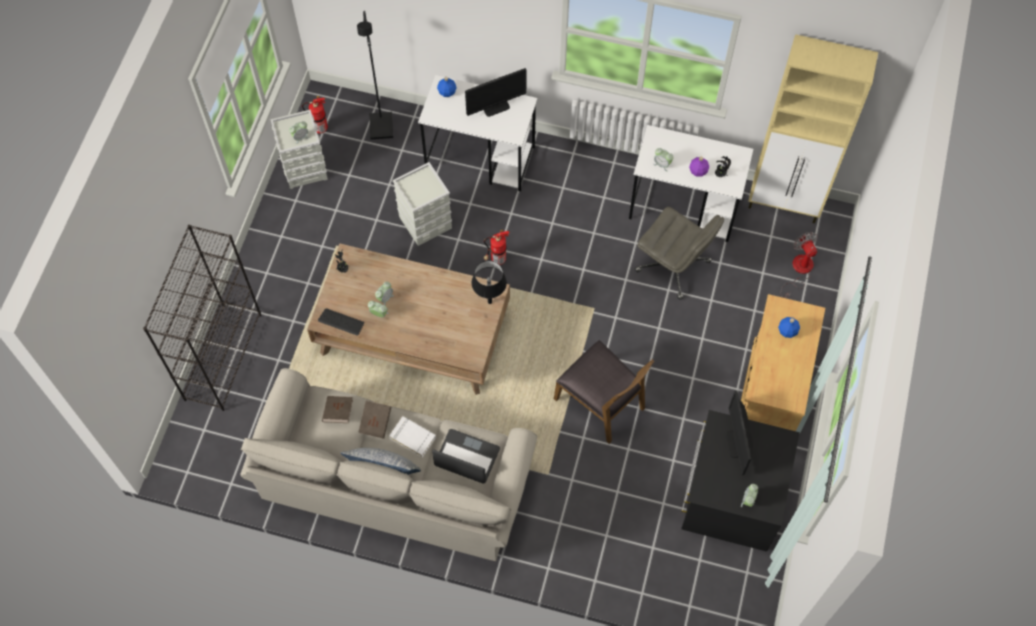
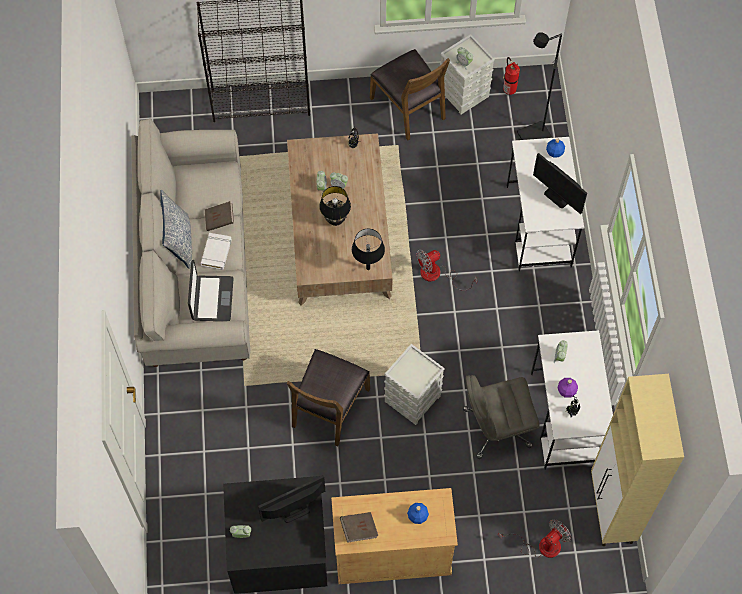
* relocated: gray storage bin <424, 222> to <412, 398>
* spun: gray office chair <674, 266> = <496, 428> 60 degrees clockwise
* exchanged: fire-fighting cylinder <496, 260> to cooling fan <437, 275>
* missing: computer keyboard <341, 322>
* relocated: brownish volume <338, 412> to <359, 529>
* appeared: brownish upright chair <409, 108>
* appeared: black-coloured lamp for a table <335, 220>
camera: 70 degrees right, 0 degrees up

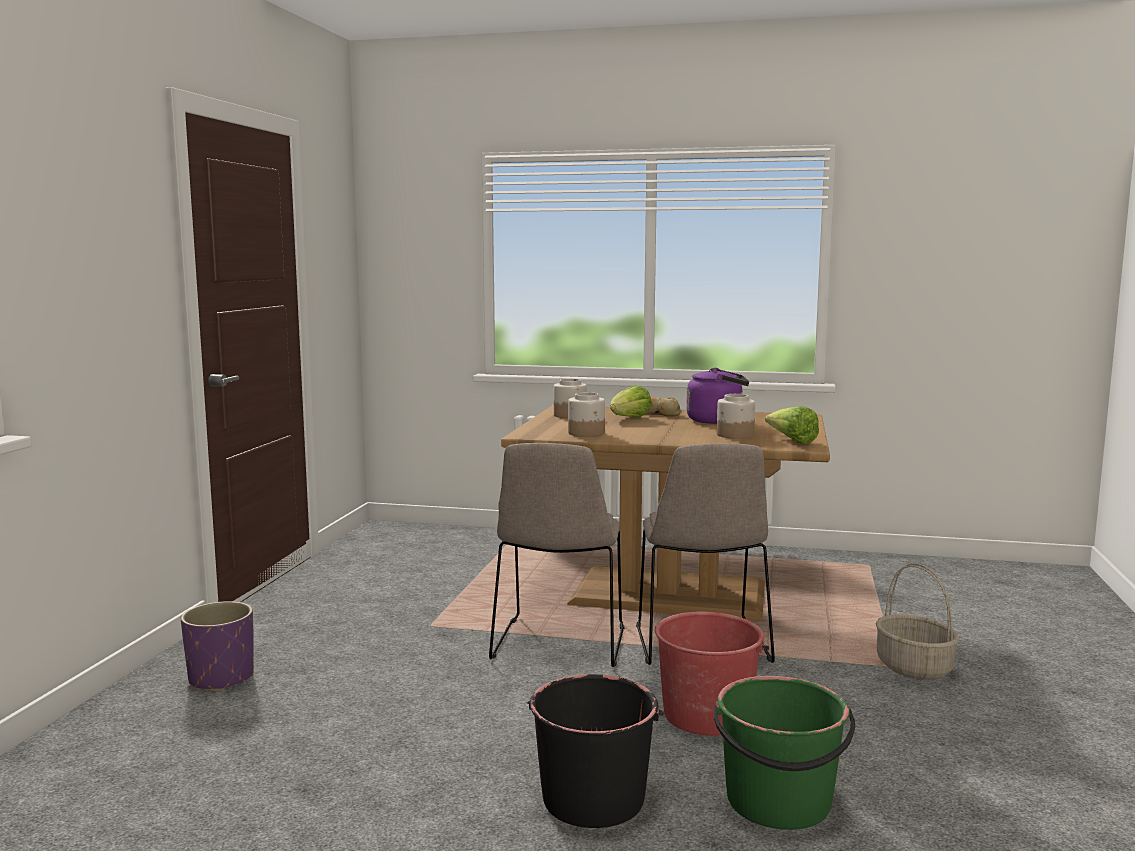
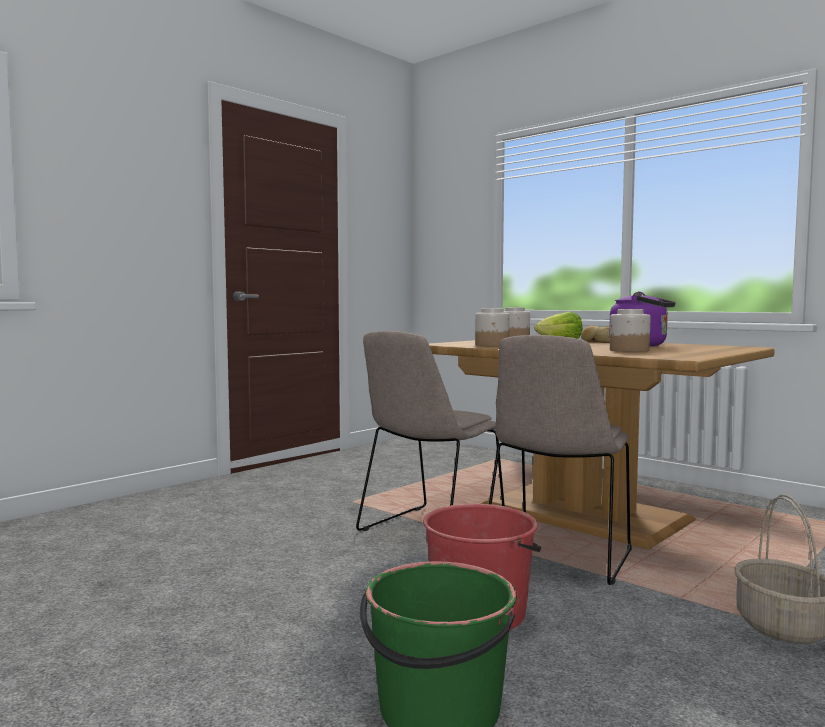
* missing: lettuce head <792, 441>
* missing: purple plant pot <221, 678>
* missing: black-coloured pail <593, 799>
camera: 30 degrees right, 5 degrees down

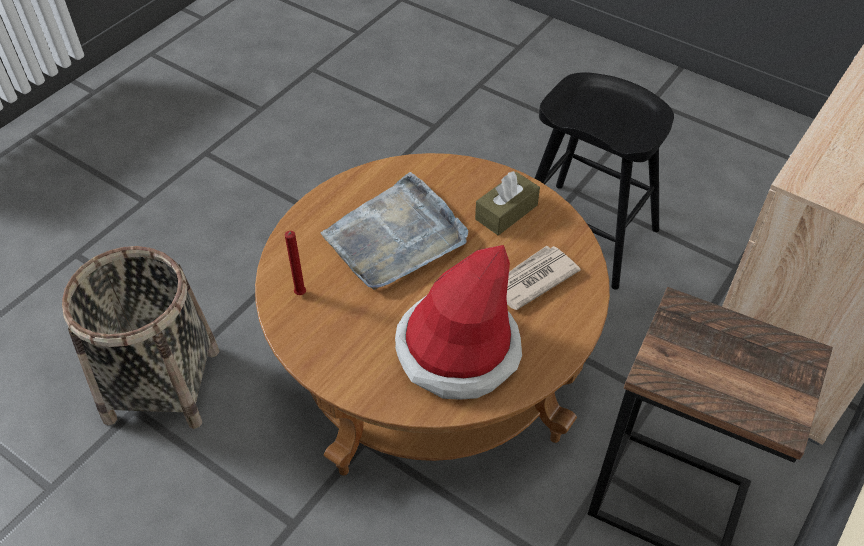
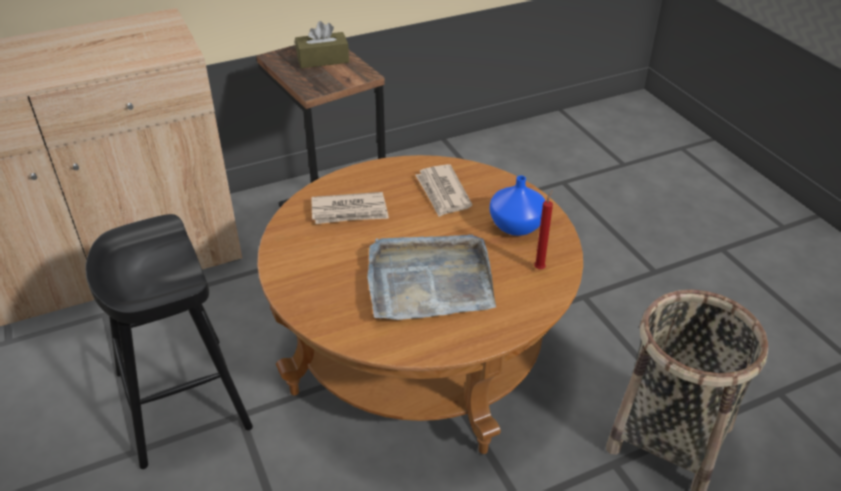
* relocated: brownish box of tissues <506, 212> to <323, 59>
* exchanged: wearable hat <458, 350> to printed paper <442, 193>
* appeared: blue-coloured decorative vase <516, 227>
camera: 150 degrees left, 10 degrees down

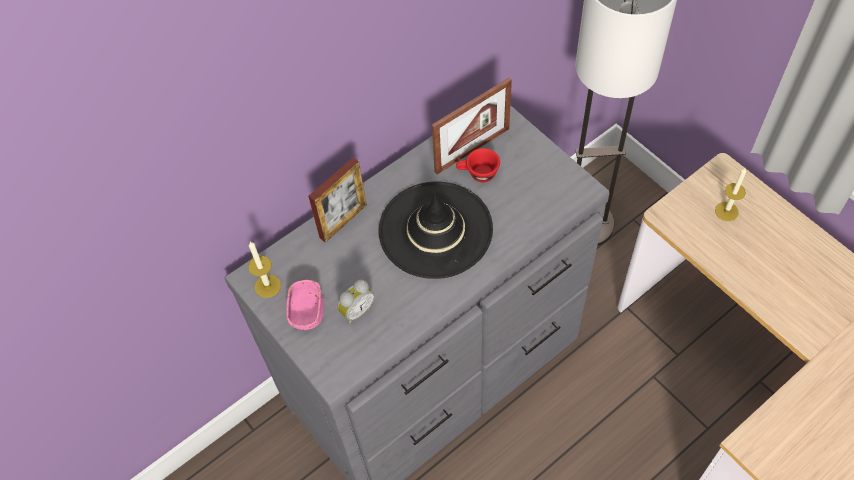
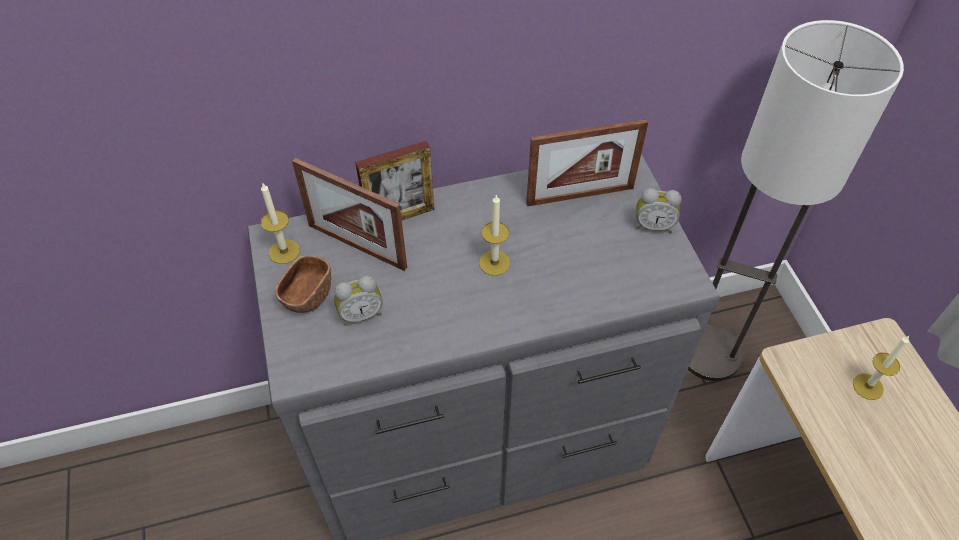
* missing: reddish cup <477, 174>
* exchanged: black-coloured wearable hat <435, 230> to wax light <494, 263>
* colour: pinkish deep dish <307, 313> to brownish deep dish <307, 295>
* appeared: standing frame <357, 246>
* appeared: alarm clock <653, 225>
camera: 20 degrees right, 5 degrees down

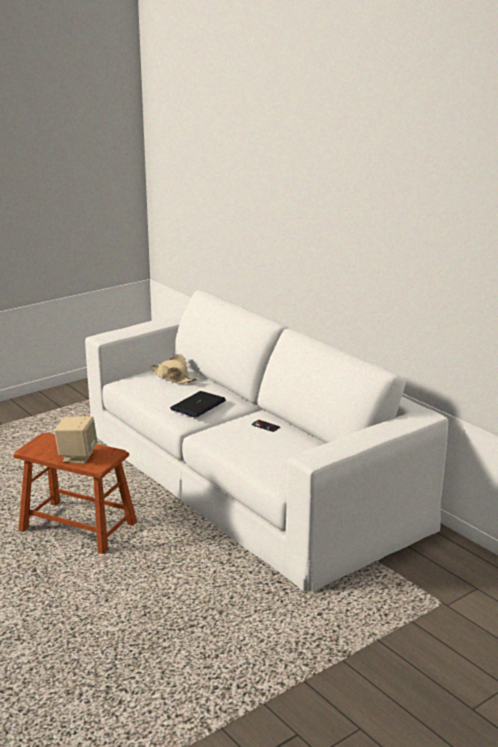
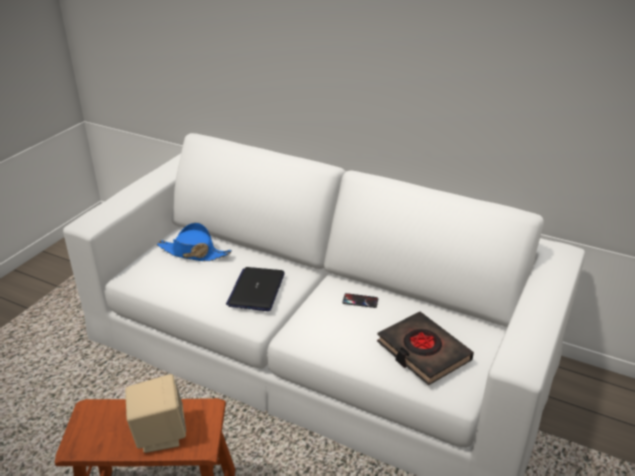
* colour: beige-coloured wearable hat <173, 377> to blue-coloured wearable hat <194, 253>
* appeared: black-coloured volume <423, 352>
camera: 25 degrees left, 10 degrees up

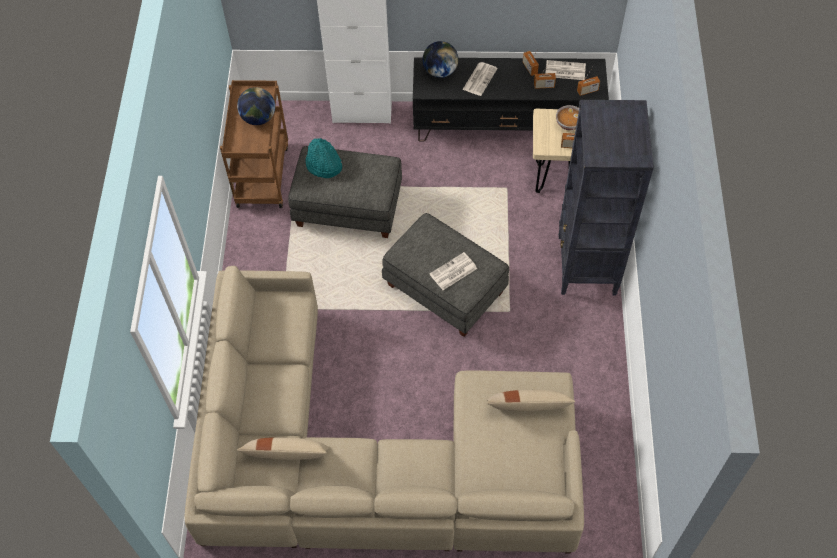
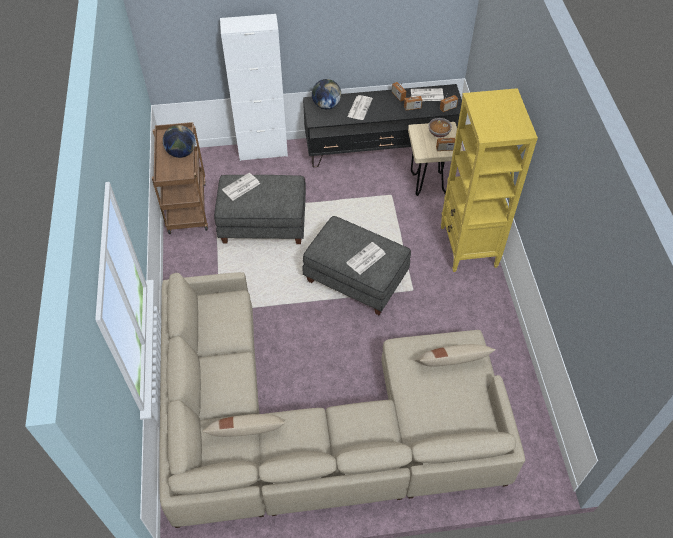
* colour: black-coloured shelving unit <586, 266> to yellowish shelving unit <468, 247>
* exchanged: turquoise wearable hat <323, 165> to printed paper <241, 187>
camera: 10 degrees left, 5 degrees down

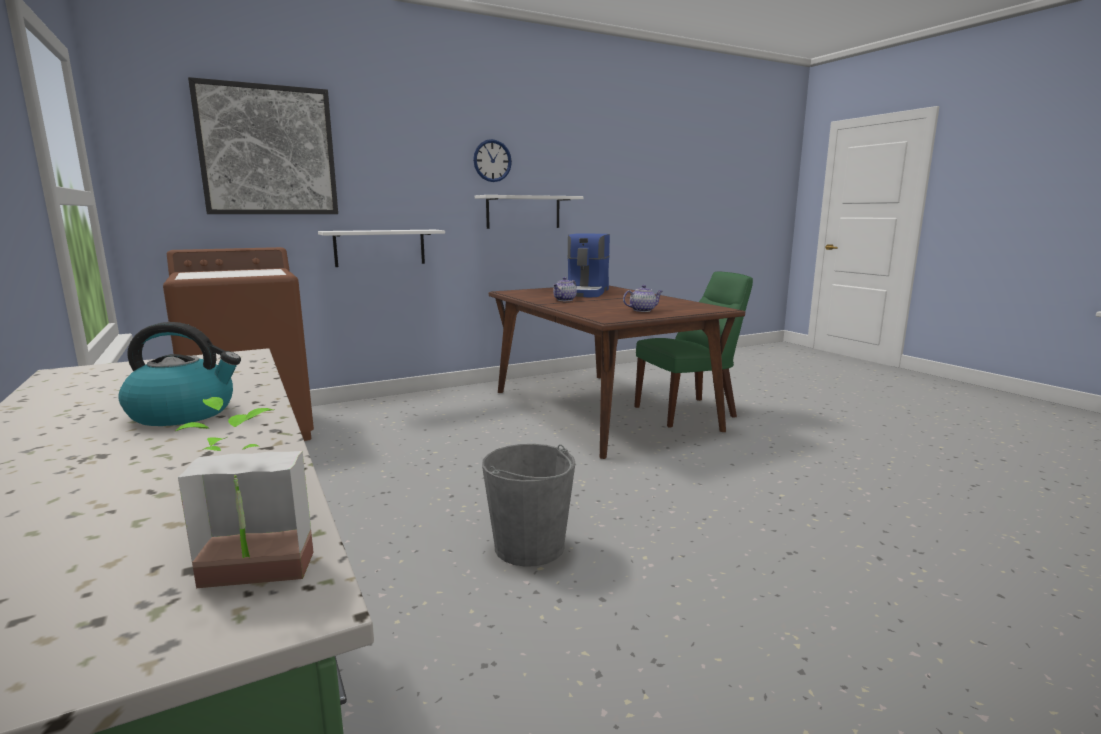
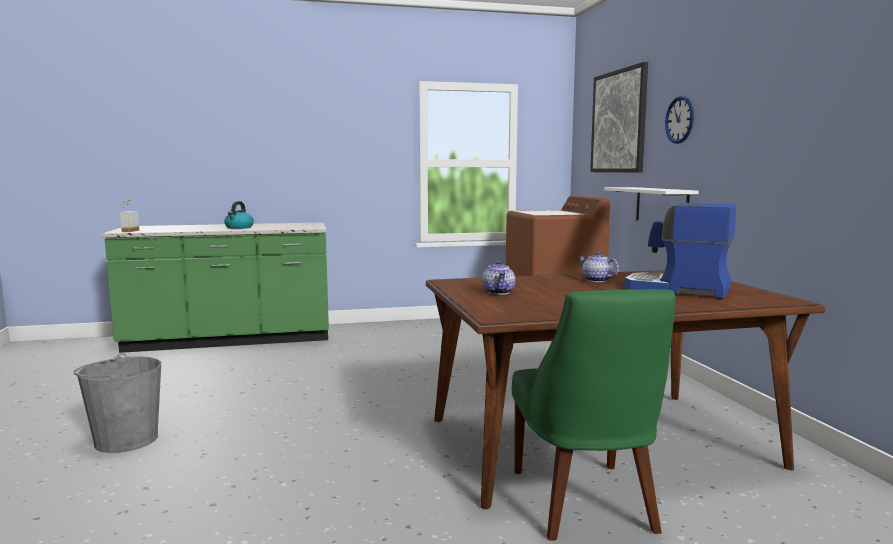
* relocated: hanging clock <492, 160> to <679, 120>
* missing: white shelf <523, 212>
* relocated: gray pail <529, 547> to <126, 440>
camera: 105 degrees right, 5 degrees down

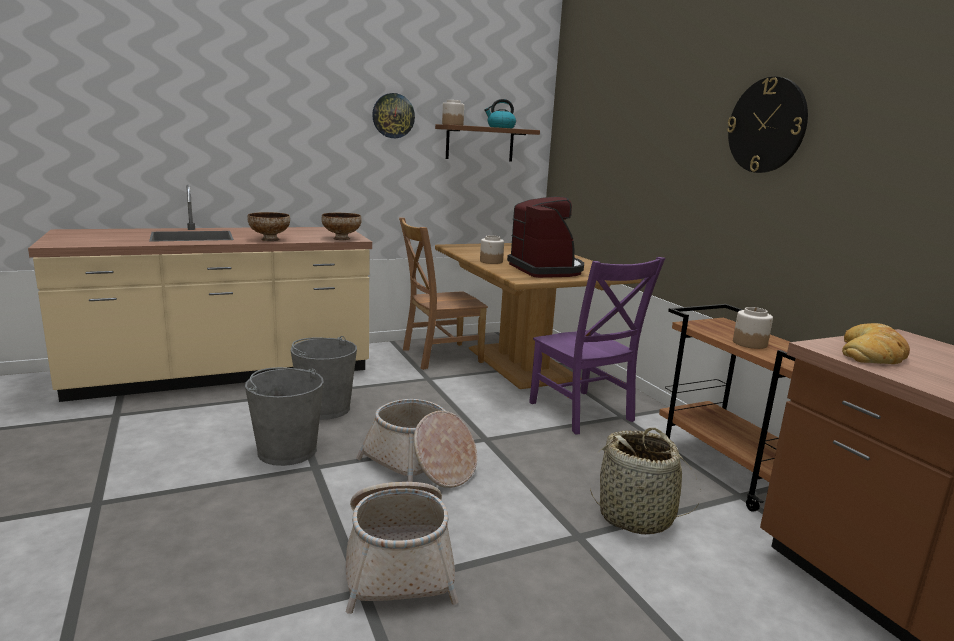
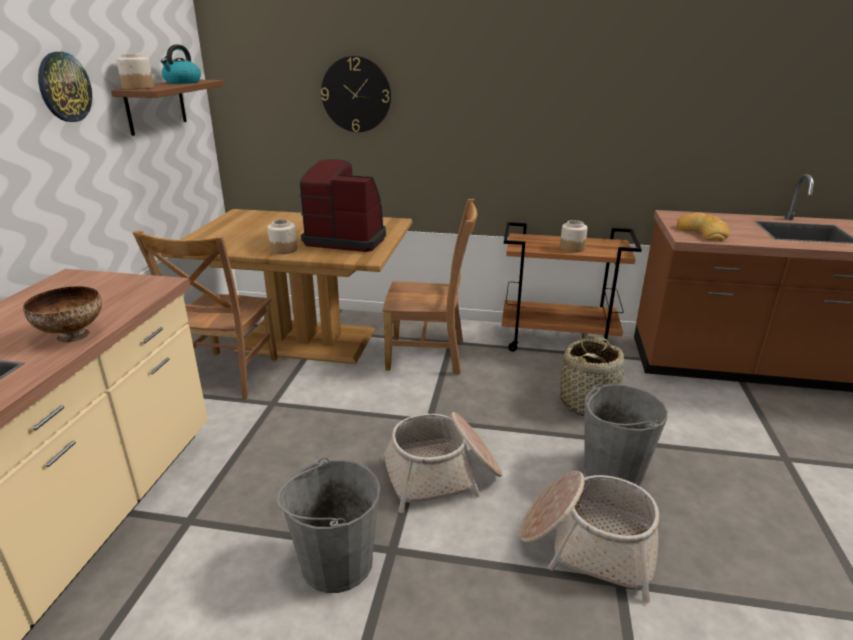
* relocated: hanging clock <767, 125> to <356, 94>
* missing: deep dish <342, 238>
* colour: purple upright chair <583, 413> to brownish upright chair <429, 355>
* relocated: gray pail <324, 408> to <613, 469>
camera: 55 degrees left, 10 degrees up

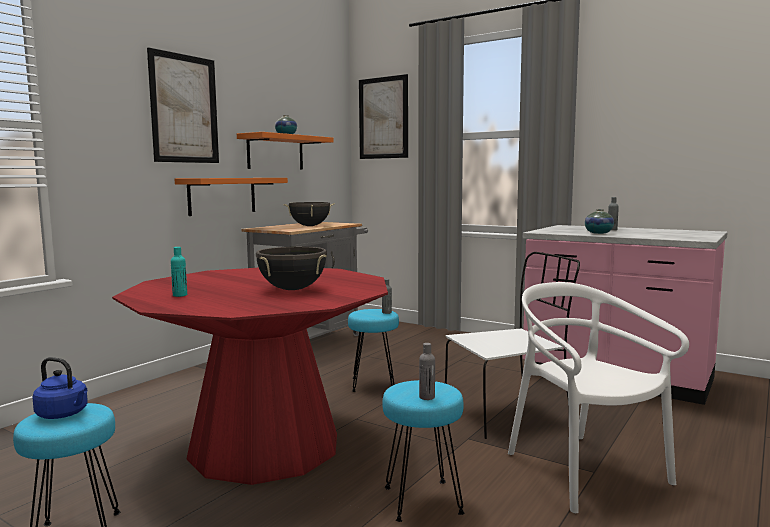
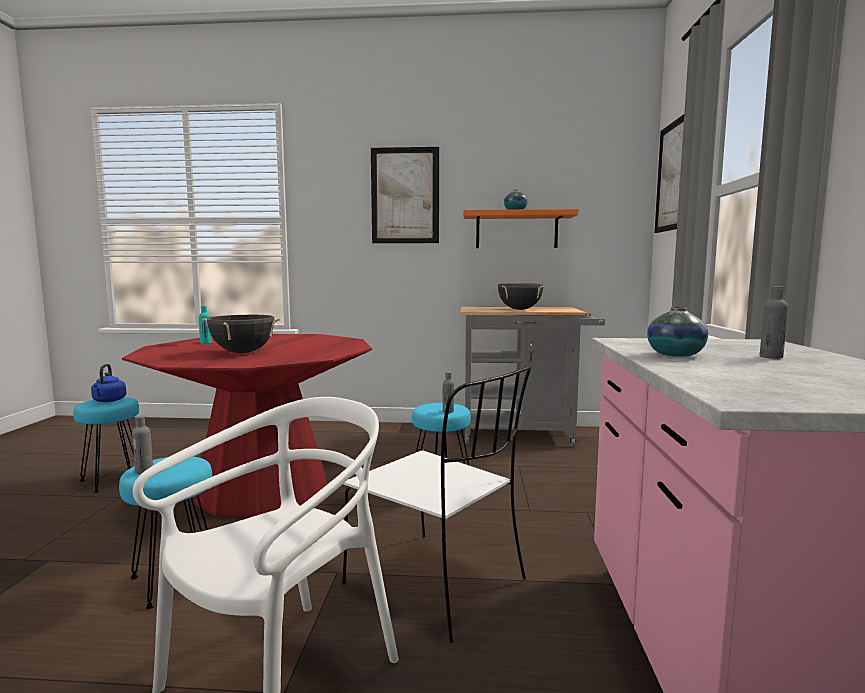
* missing: orange-coloured shelf <222, 196>
camera: 60 degrees right, 0 degrees up

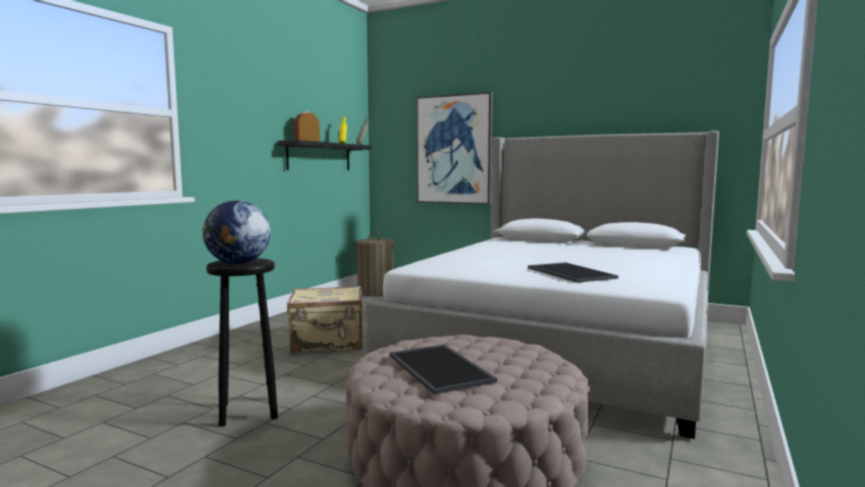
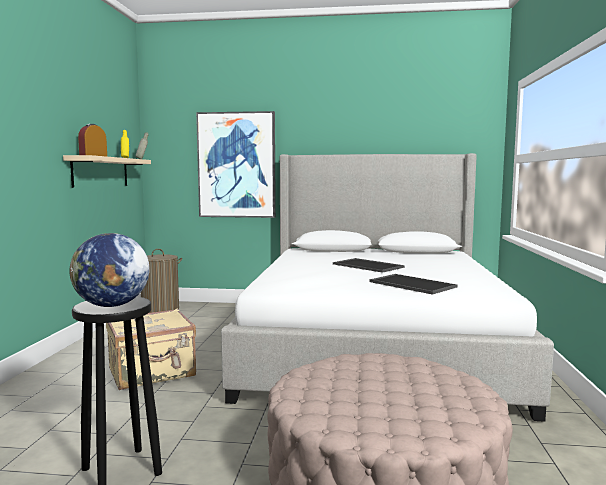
* colour: black-coloured shelf <319, 157> to beige-coloured shelf <101, 172>
* relocated: carrying tray <441, 368> to <369, 265>
camera: 20 degrees left, 0 degrees up

